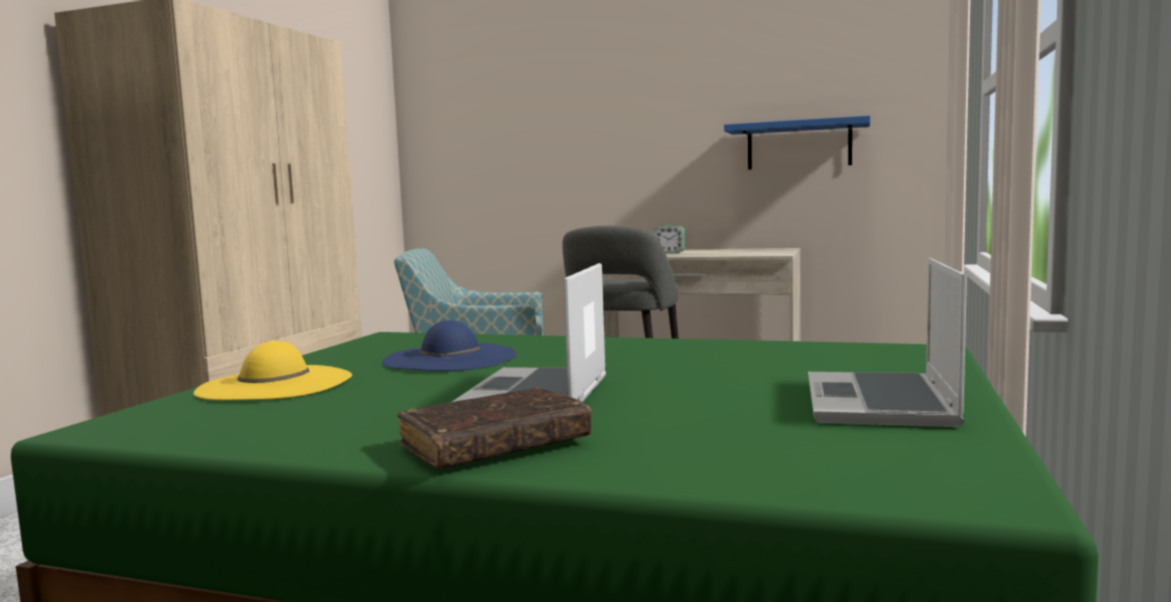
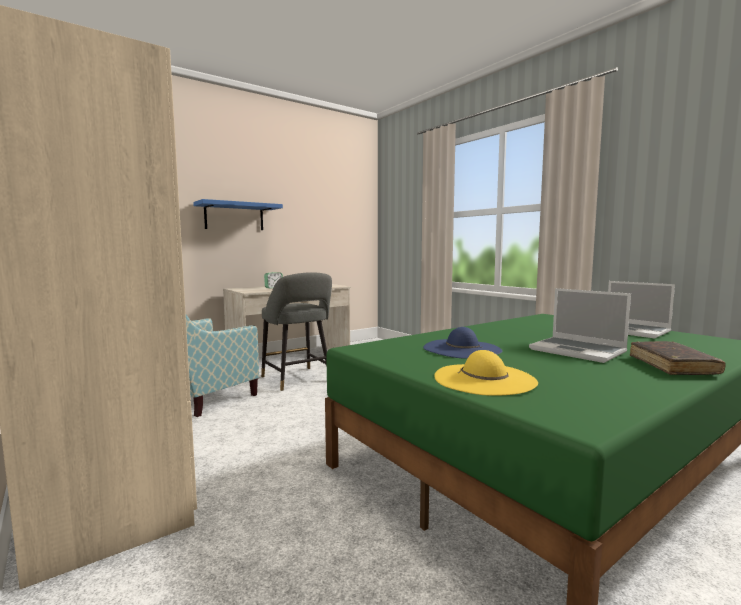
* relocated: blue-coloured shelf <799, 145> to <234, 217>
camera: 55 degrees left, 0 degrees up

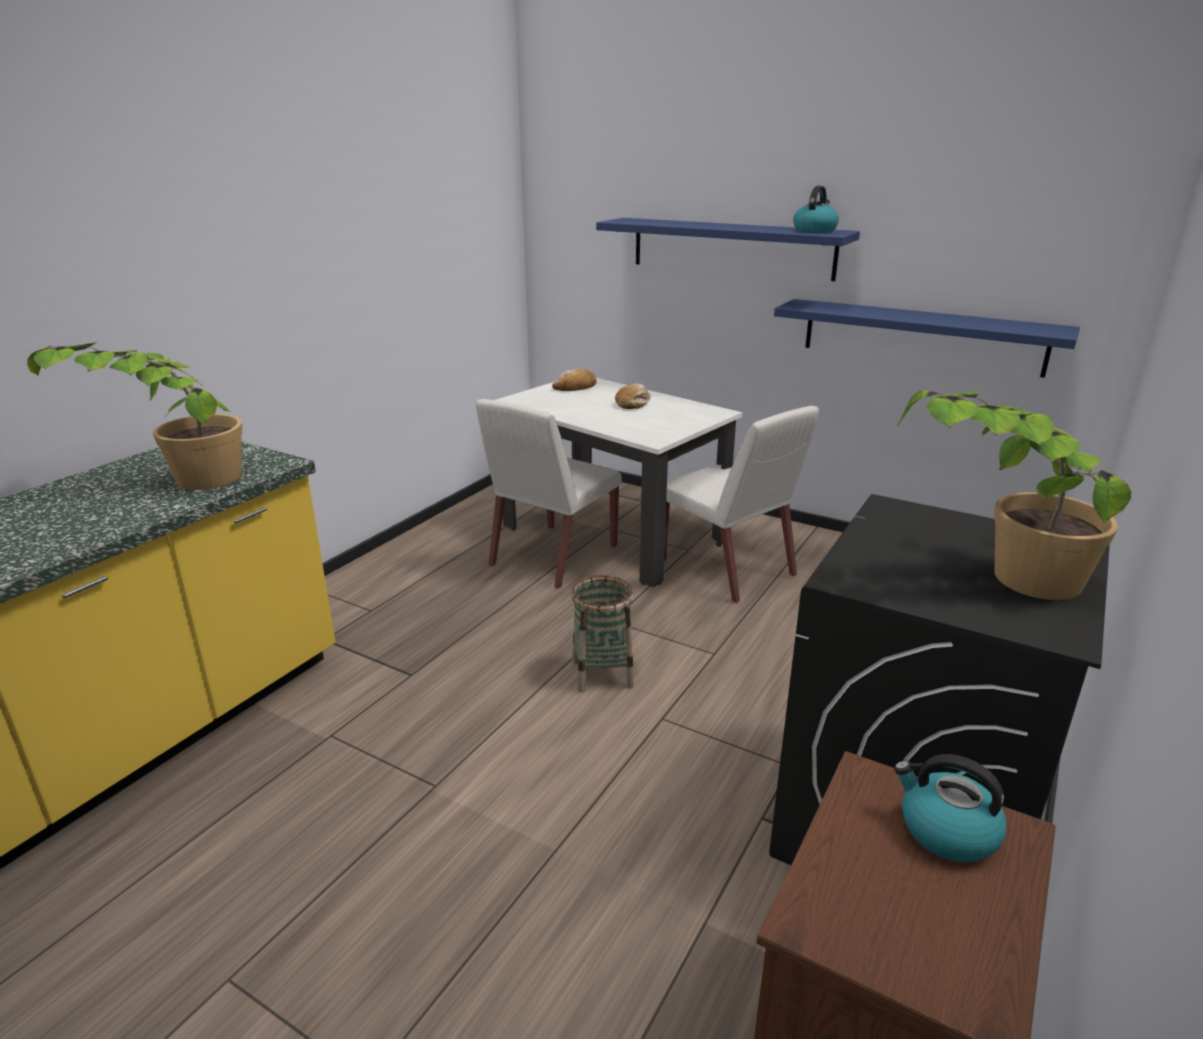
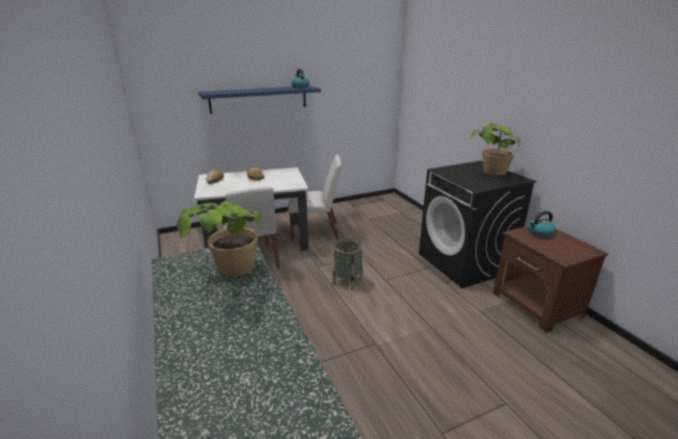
* missing: blue-coloured shelf <921, 336>
camera: 55 degrees left, 0 degrees up

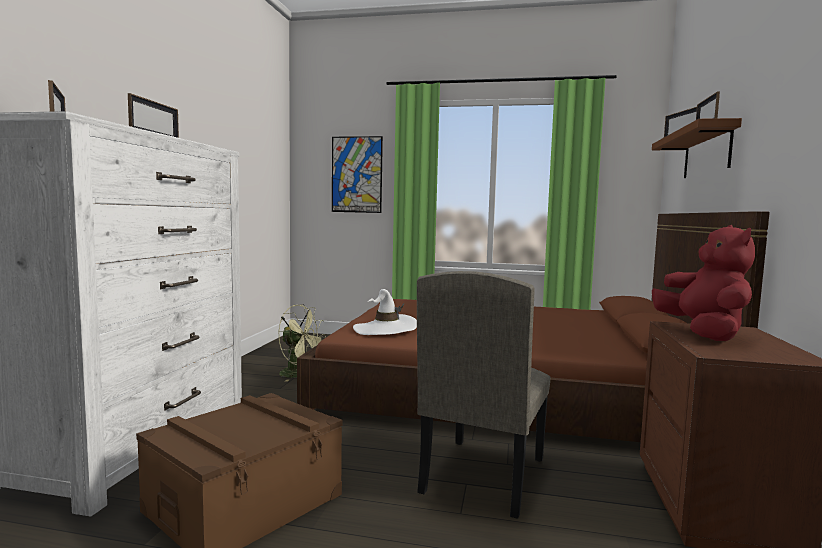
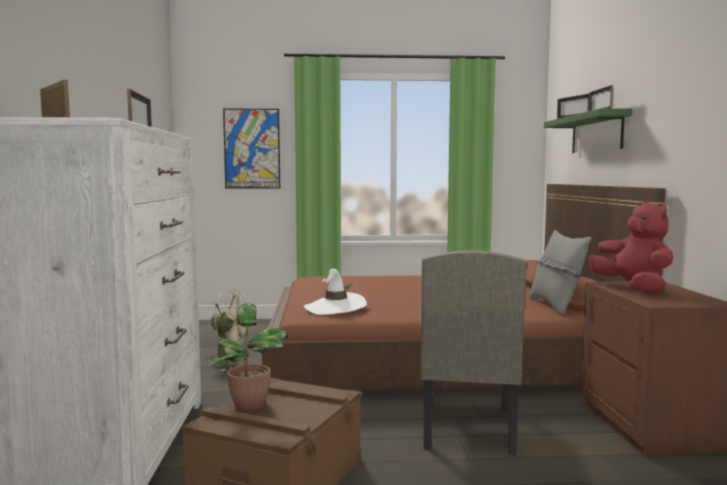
* colour: brownish shelf <706, 153> to greenish shelf <596, 133>
* appeared: gray throw pillow <556, 306>
* appeared: houseplant <250, 405>
camera: 15 degrees left, 0 degrees up

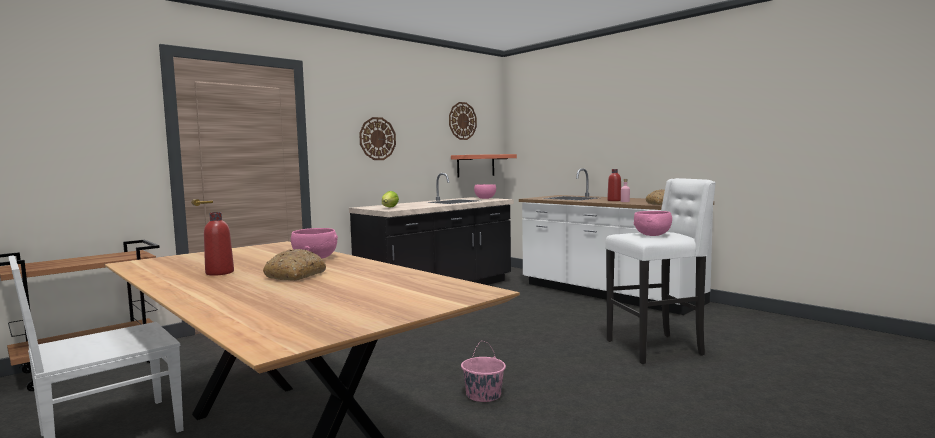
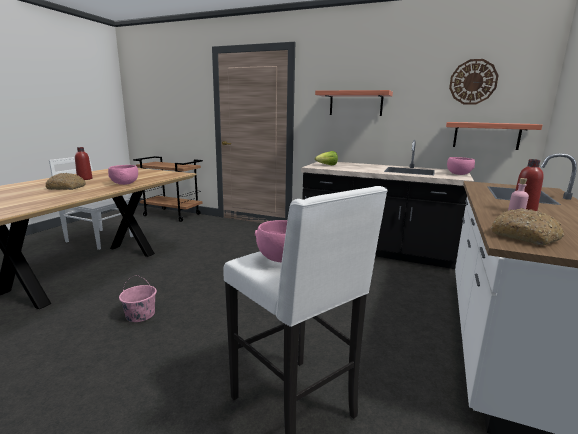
* exchanged: hanging clock <377, 138> to shelf <356, 103>
camera: 65 degrees right, 10 degrees up

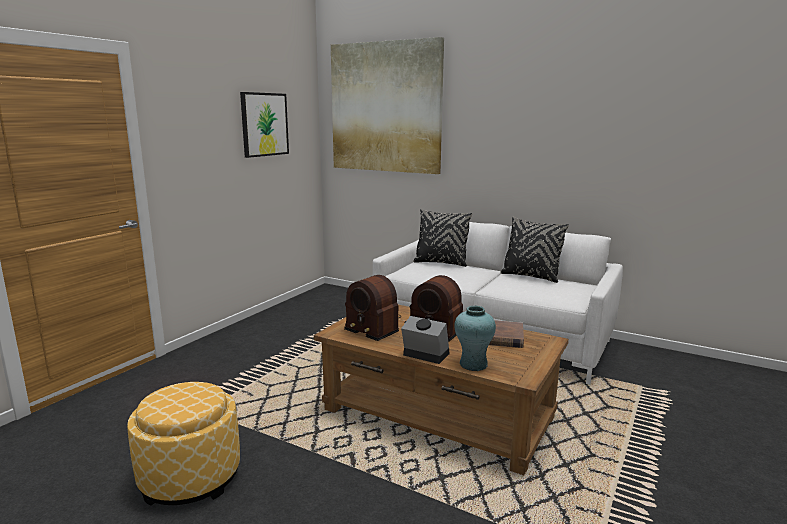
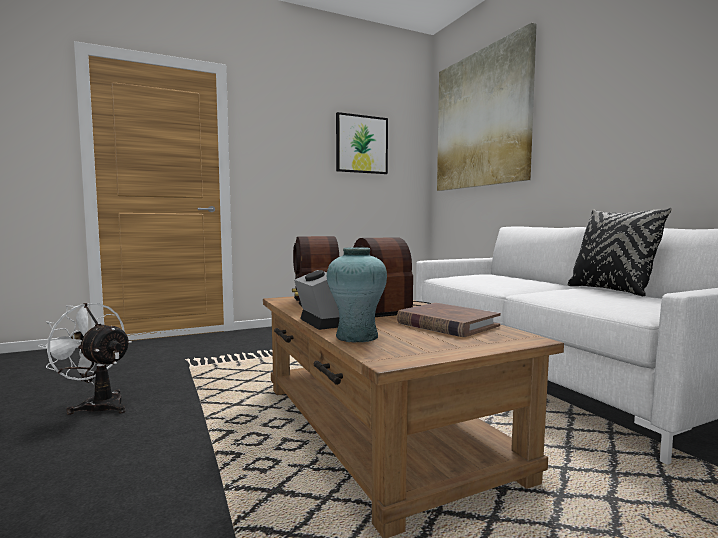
* missing: black-coloured throw pillow <441, 263>
* exchanged: footrest <190, 477> to white cooling fan <97, 405>
camera: 35 degrees right, 10 degrees down

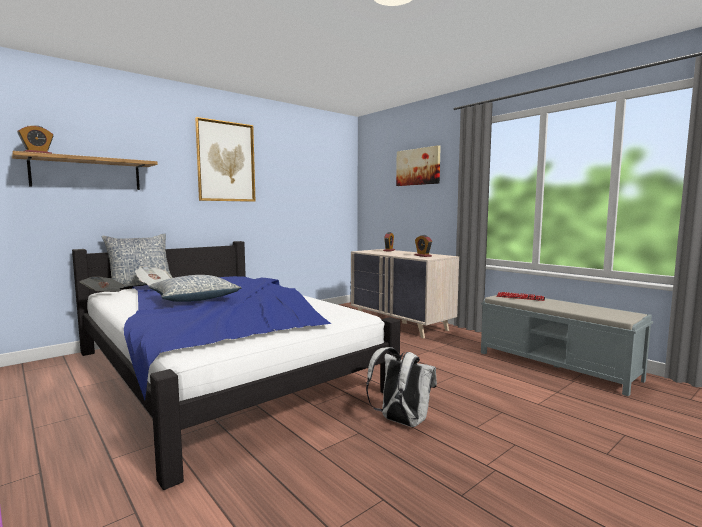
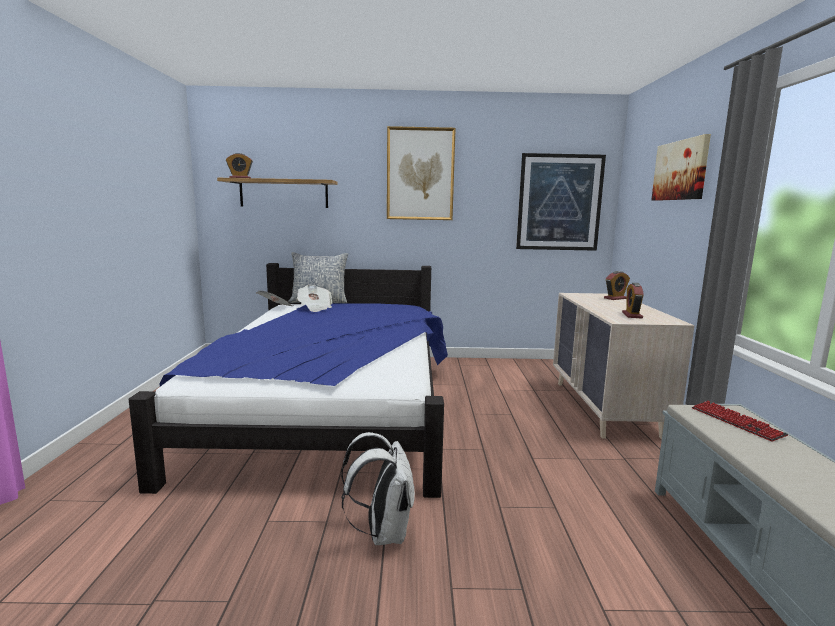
* missing: throw pillow <195, 299>
* appeared: wall art <559, 202>
camera: 40 degrees right, 5 degrees up

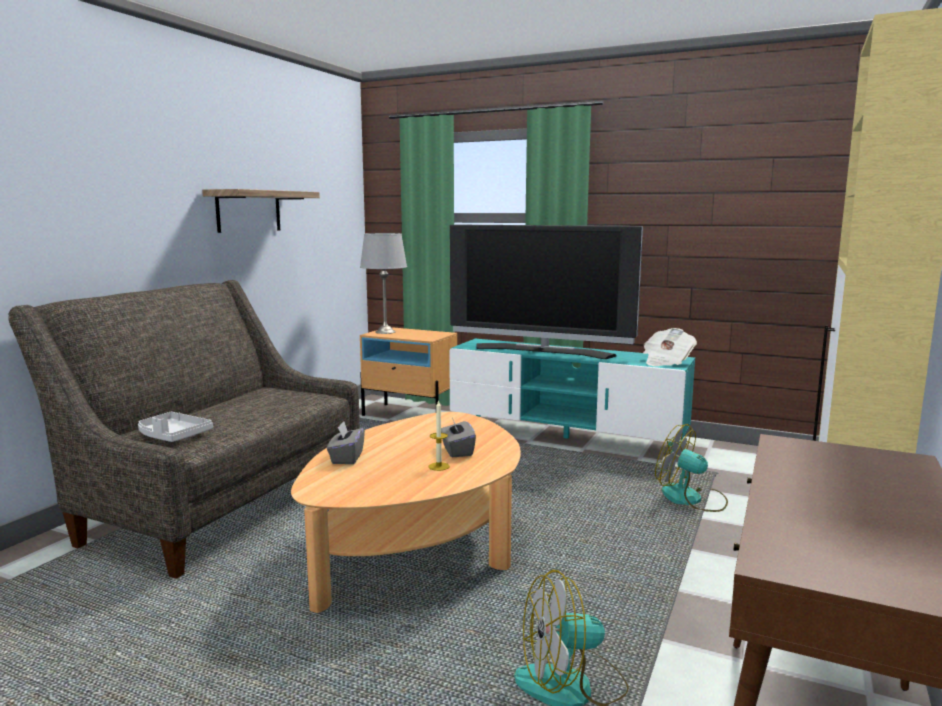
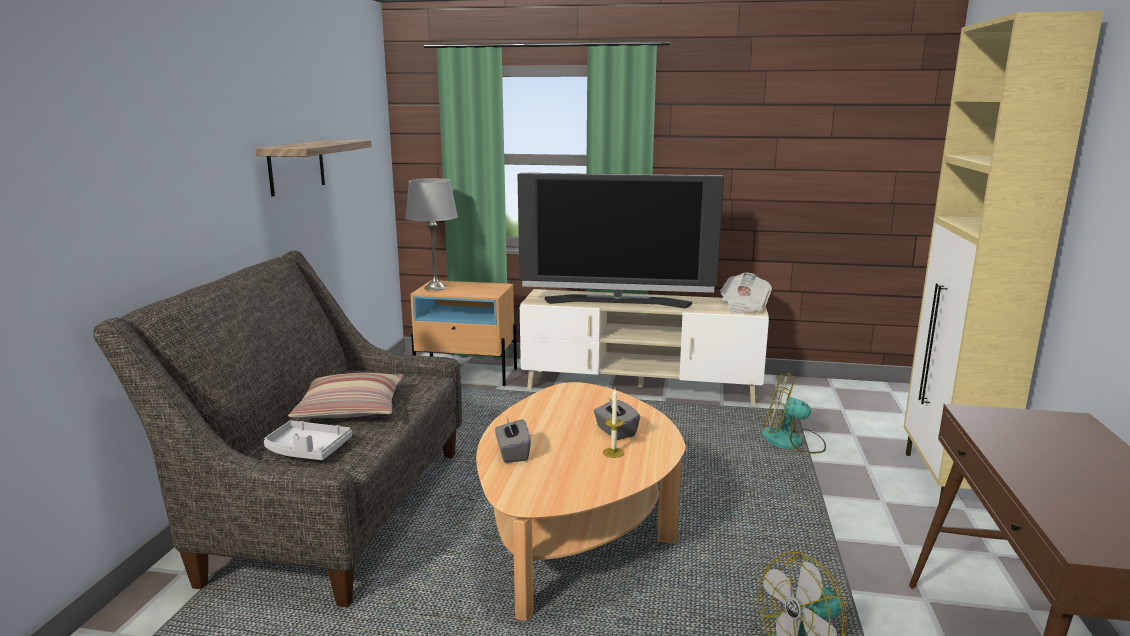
* colour: turquoise media console <565, 438> to beige-coloured media console <640, 387>
* appeared: throw pillow <351, 408>
camera: 15 degrees left, 5 degrees up

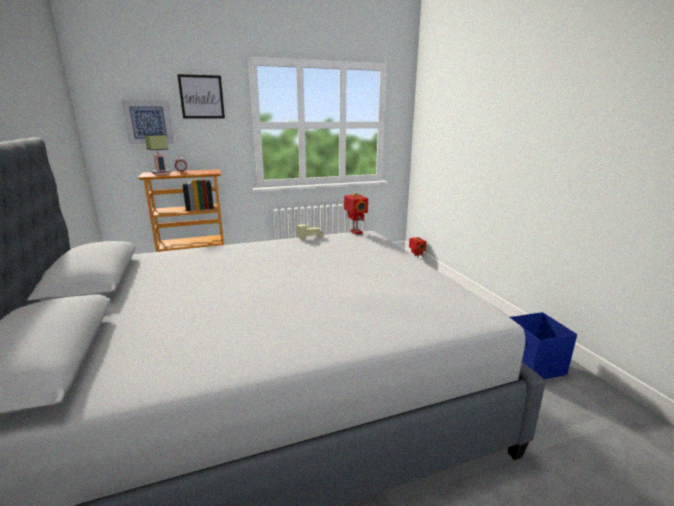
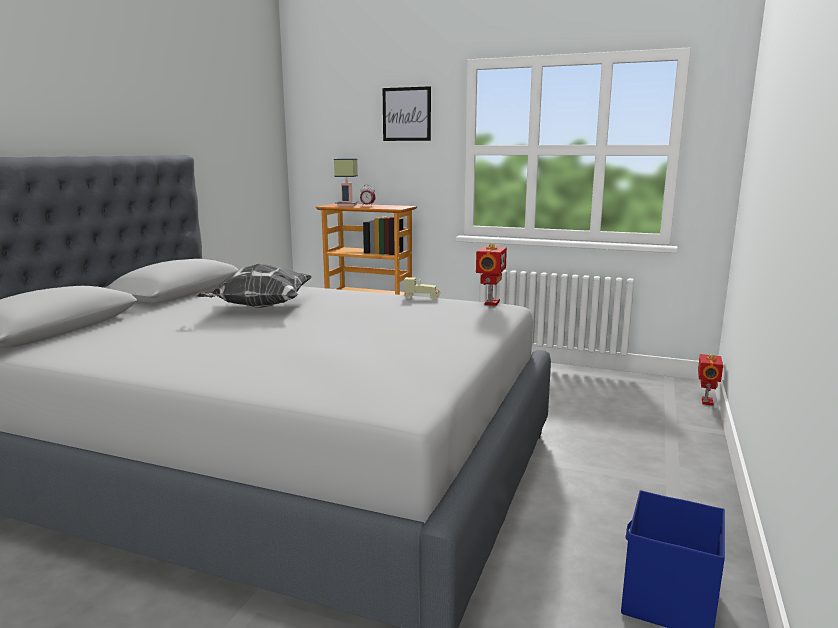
* missing: wall art <148, 122>
* appeared: throw pillow <259, 307>
camera: 40 degrees right, 5 degrees down

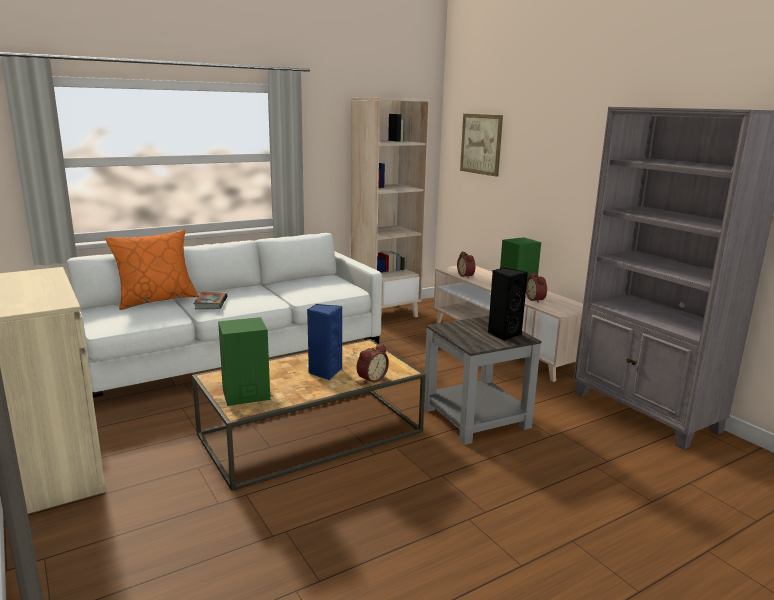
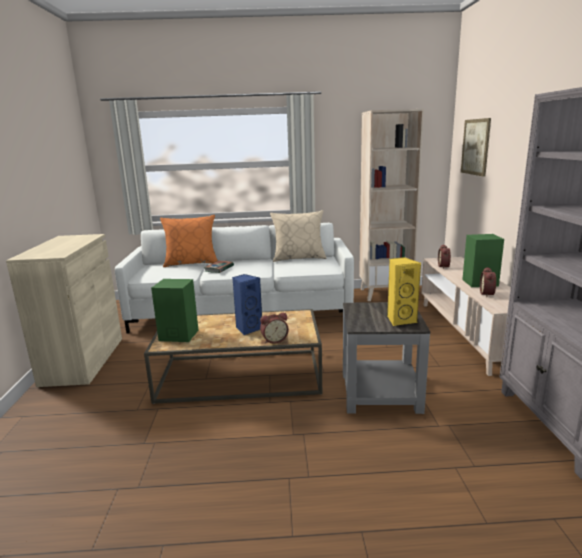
* colour: black-coloured speaker <503, 334> to yellowish speaker <400, 320>
* appeared: beige-coloured throw pillow <299, 258>
camera: 30 degrees right, 0 degrees up

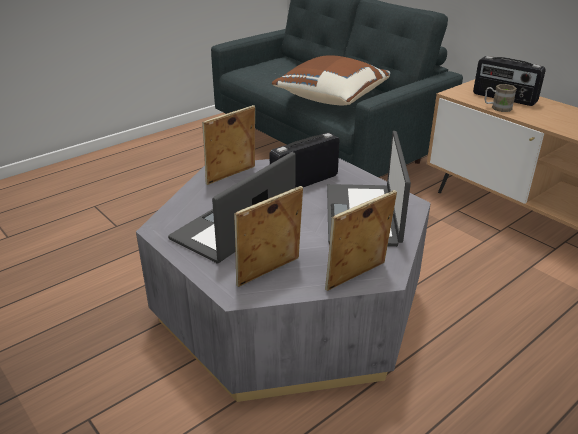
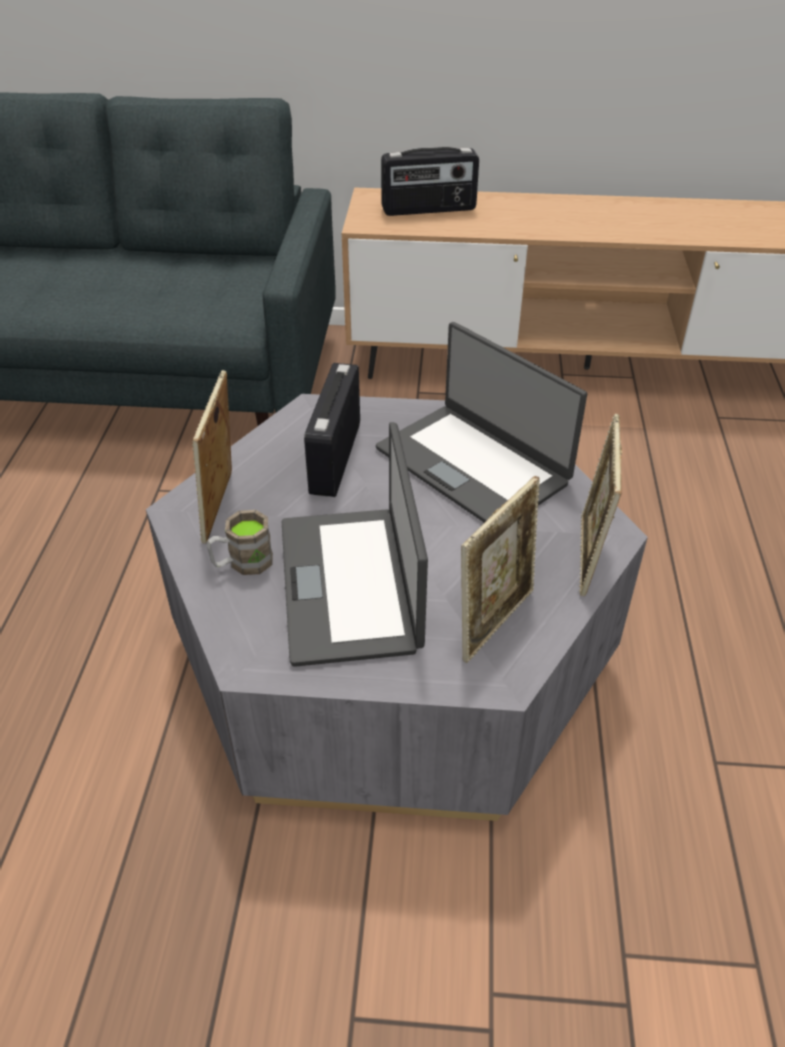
* missing: brownish throw pillow <332, 98>
* relocated: brownish tea mug <497, 107> to <242, 563>
* spun: standing frame <269, 274> = <495, 621> 150 degrees counterclockwise
camera: 45 degrees left, 10 degrees up

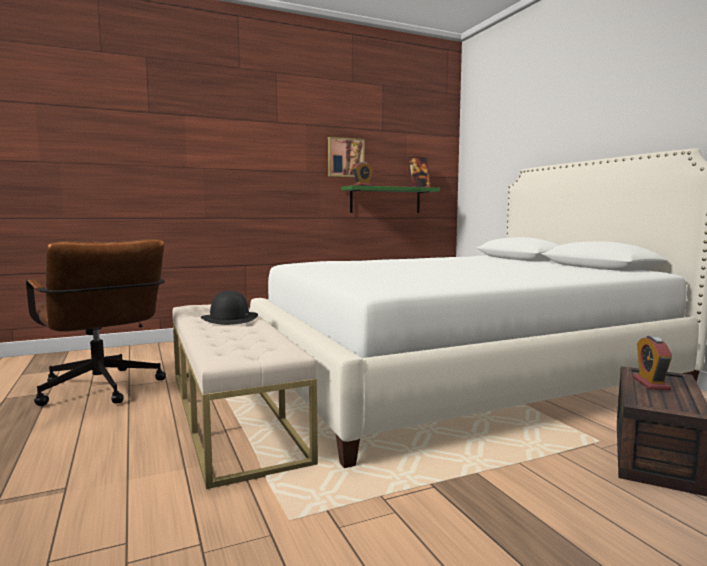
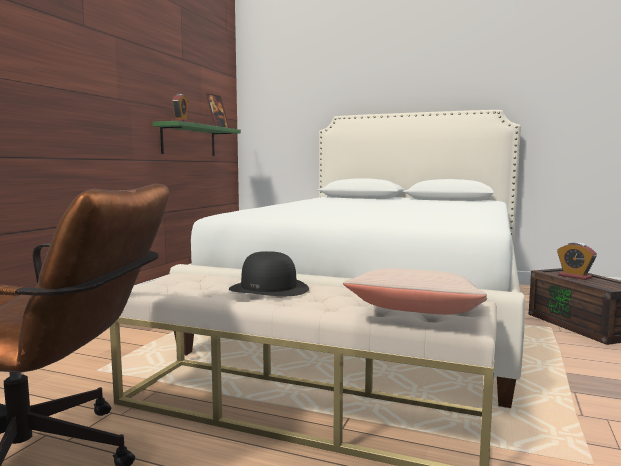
* missing: wall art <345, 157>
* appeared: beige-coloured throw pillow <419, 317>
camera: 45 degrees left, 0 degrees up

